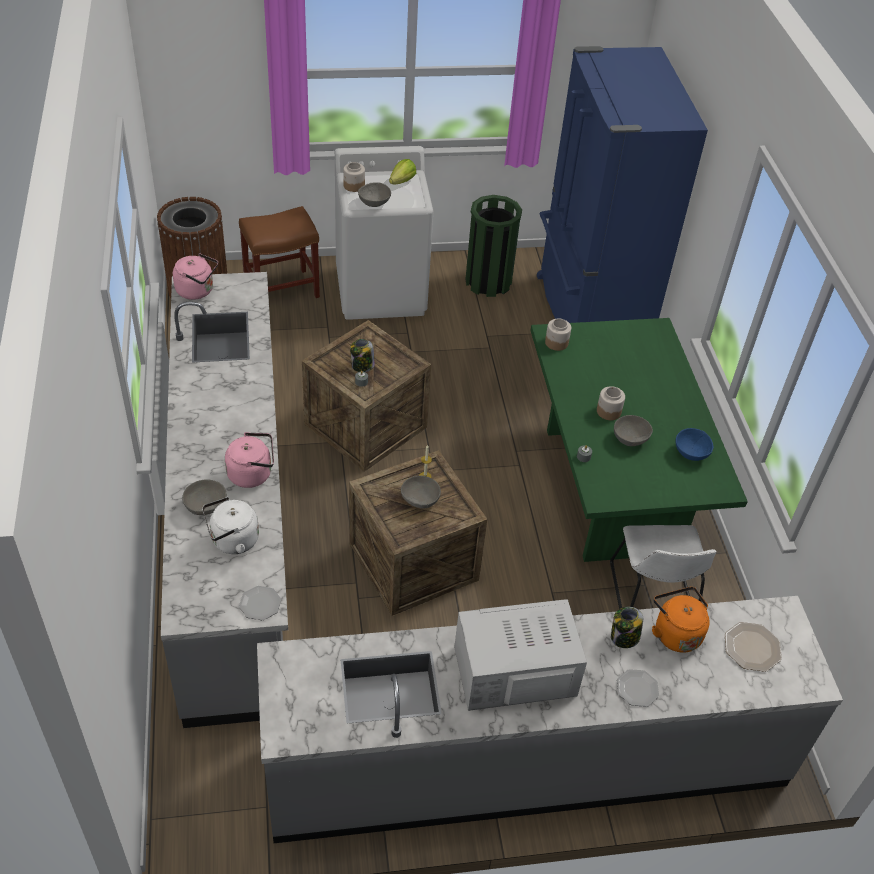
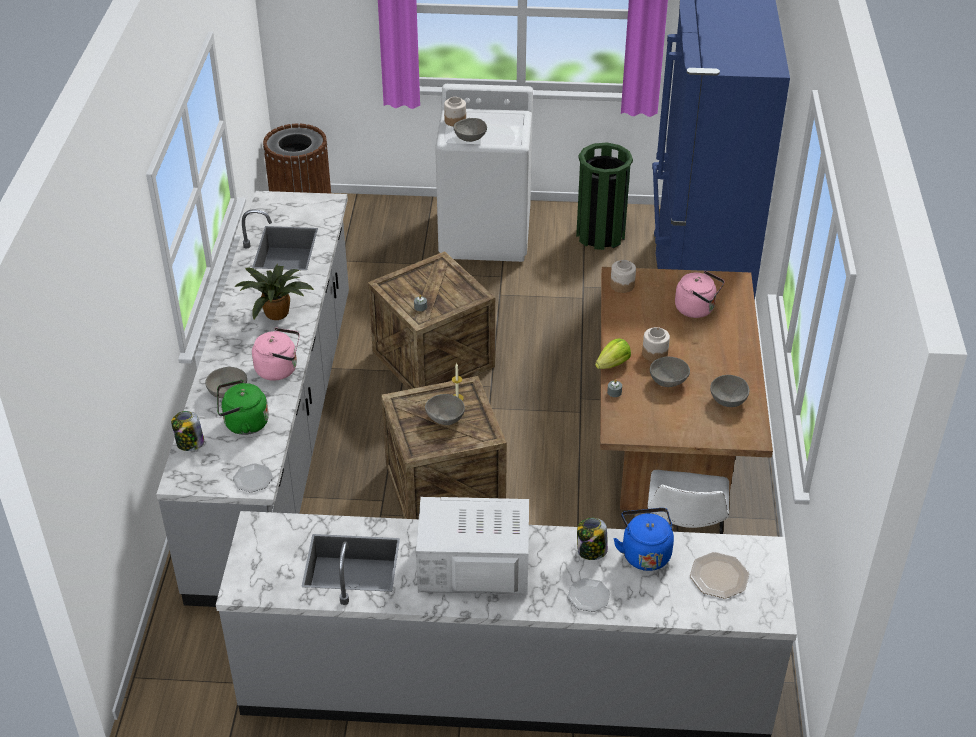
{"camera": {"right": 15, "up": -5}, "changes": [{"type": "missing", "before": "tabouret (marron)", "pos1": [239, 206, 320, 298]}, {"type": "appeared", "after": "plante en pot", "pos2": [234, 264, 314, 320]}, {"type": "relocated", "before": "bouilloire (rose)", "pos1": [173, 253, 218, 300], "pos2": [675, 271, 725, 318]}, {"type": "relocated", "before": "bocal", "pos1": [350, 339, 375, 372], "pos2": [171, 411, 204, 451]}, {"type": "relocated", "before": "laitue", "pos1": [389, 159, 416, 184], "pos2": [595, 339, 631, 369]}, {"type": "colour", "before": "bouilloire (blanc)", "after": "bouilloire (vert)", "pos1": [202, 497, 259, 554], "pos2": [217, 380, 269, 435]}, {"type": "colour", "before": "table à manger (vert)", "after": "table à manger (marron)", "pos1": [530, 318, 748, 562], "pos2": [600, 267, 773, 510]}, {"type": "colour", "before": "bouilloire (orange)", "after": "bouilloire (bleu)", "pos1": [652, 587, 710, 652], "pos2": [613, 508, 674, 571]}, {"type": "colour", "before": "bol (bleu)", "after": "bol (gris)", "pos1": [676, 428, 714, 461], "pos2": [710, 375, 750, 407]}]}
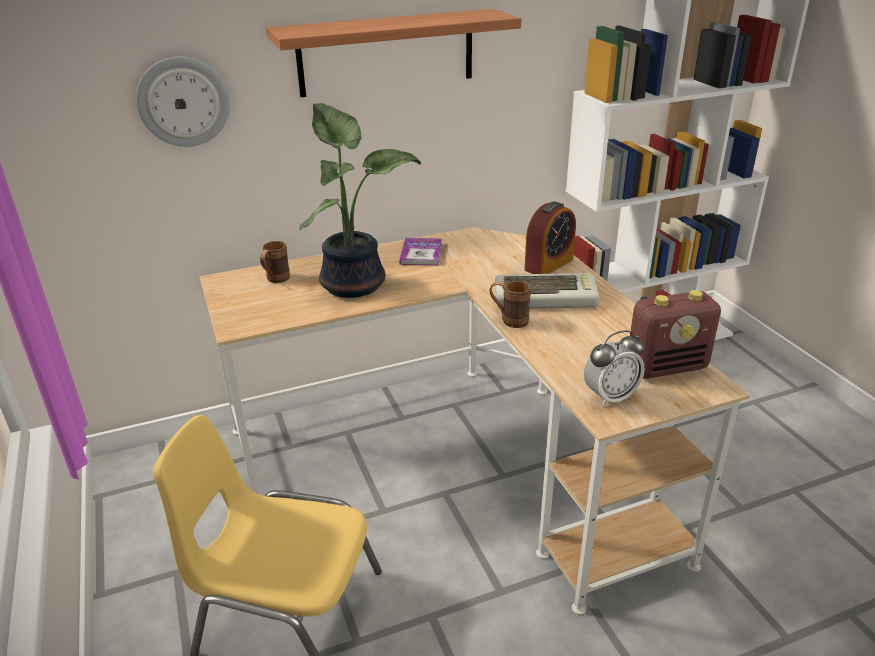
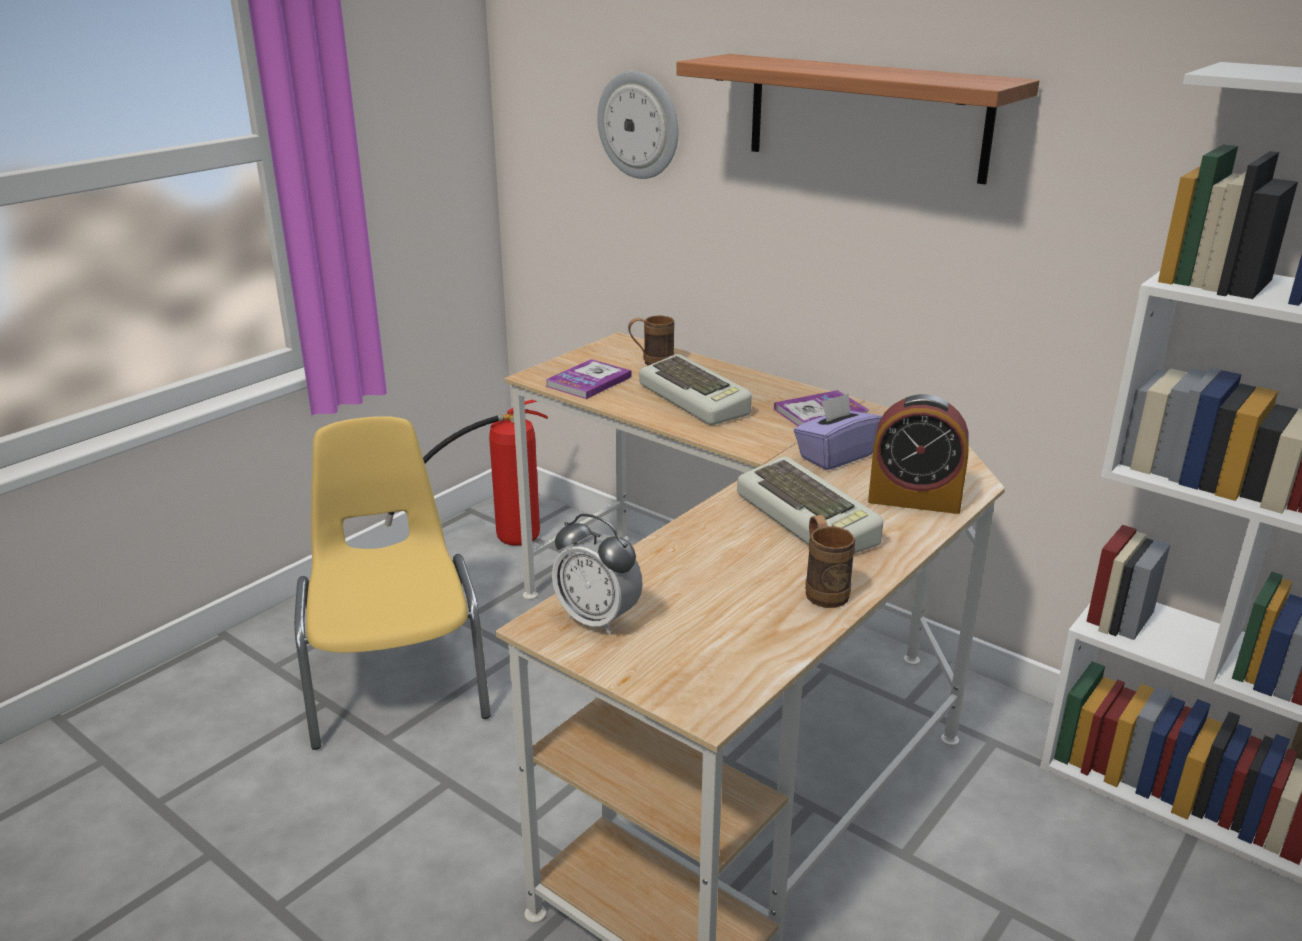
{"camera": {"right": 60, "up": -5}, "changes": [{"type": "missing", "before": "radio", "pos1": [628, 290, 721, 379]}, {"type": "appeared", "after": "extincteur", "pos2": [385, 400, 548, 546]}, {"type": "appeared", "after": "livre", "pos2": [545, 359, 632, 399]}, {"type": "appeared", "after": "boîte à mouchoirs (violet)", "pos2": [794, 393, 882, 470]}, {"type": "relocated", "before": "mug (marron)", "pos1": [490, 281, 531, 328], "pos2": [805, 515, 855, 608]}, {"type": "exchanged", "before": "plante en pot", "after": "clavier", "pos1": [299, 103, 421, 298], "pos2": [639, 354, 752, 425]}]}
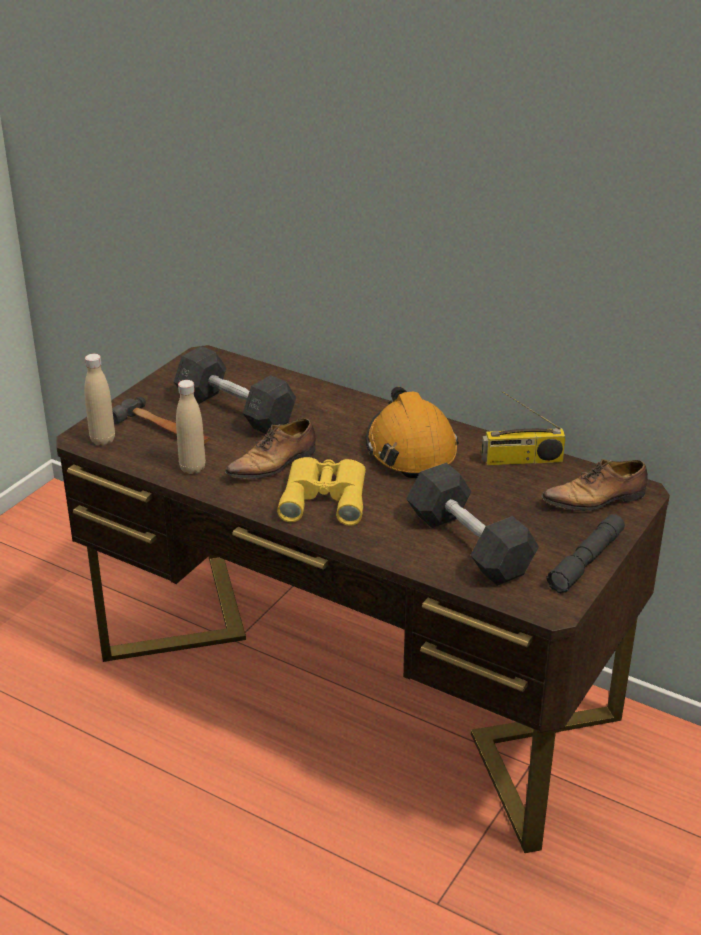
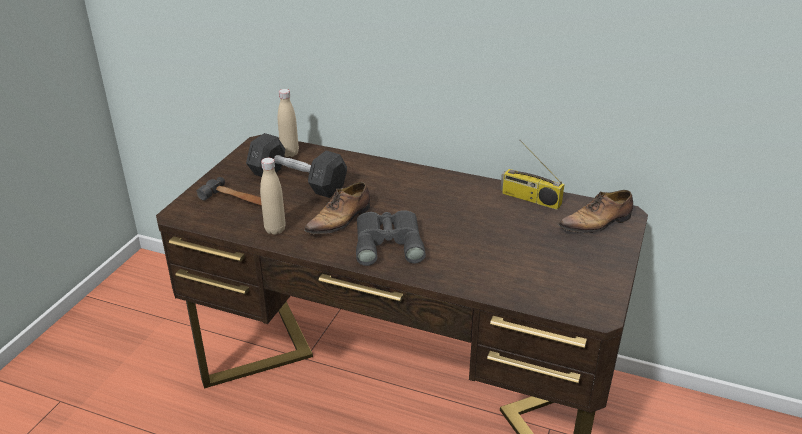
{"camera": {"right": -10, "up": 0}, "changes": [{"type": "missing", "before": "casque de chantier (orange)", "pos1": [366, 387, 459, 478]}, {"type": "missing", "before": "haltère (gris)", "pos1": [407, 463, 539, 586]}, {"type": "missing", "before": "lampe de poche (gris)", "pos1": [547, 514, 625, 593]}, {"type": "relocated", "before": "bouteille (beige)", "pos1": [84, 354, 115, 446], "pos2": [278, 89, 299, 157]}, {"type": "colour", "before": "jumelles (jaune)", "after": "jumelles (gris)", "pos1": [277, 457, 366, 526], "pos2": [356, 210, 426, 266]}, {"type": "spun", "before": "radio", "pos1": [481, 391, 566, 465], "pos2": [500, 140, 564, 210], "turn": 45}]}
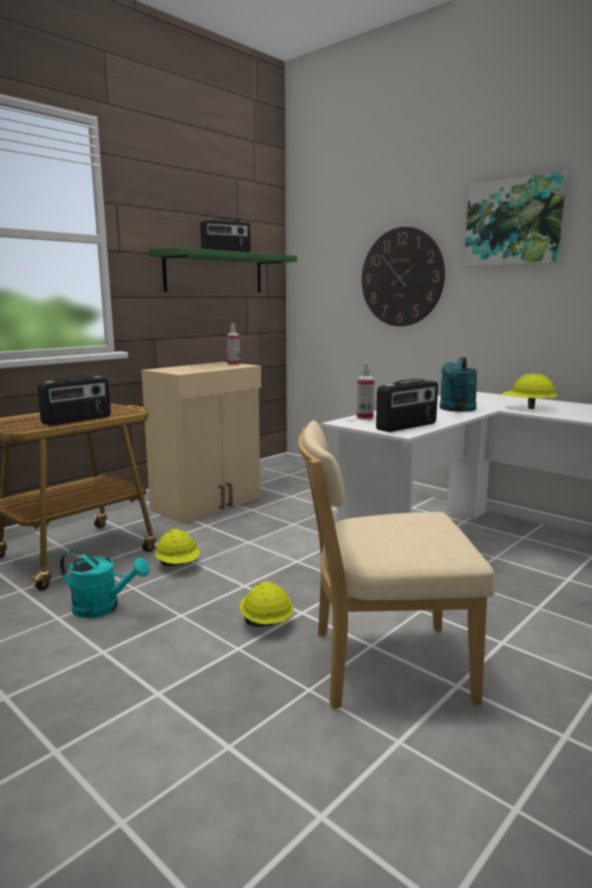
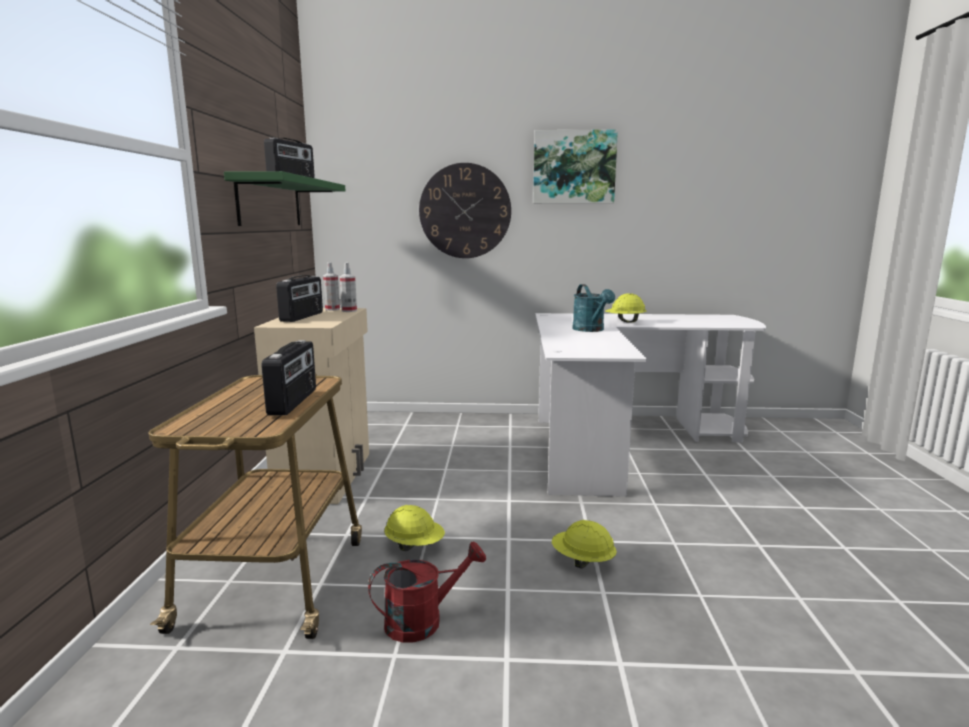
{"camera": {"right": -40, "up": 0}, "changes": [{"type": "missing", "before": "chaise (beige)", "pos1": [298, 420, 495, 709]}, {"type": "relocated", "before": "vaporisateur", "pos1": [357, 363, 375, 420], "pos2": [340, 263, 357, 312]}, {"type": "relocated", "before": "radio", "pos1": [376, 379, 438, 432], "pos2": [276, 275, 323, 322]}, {"type": "colour", "before": "arrosoir (turquoise)", "after": "arrosoir (rouge)", "pos1": [60, 550, 150, 618], "pos2": [368, 542, 486, 643]}]}
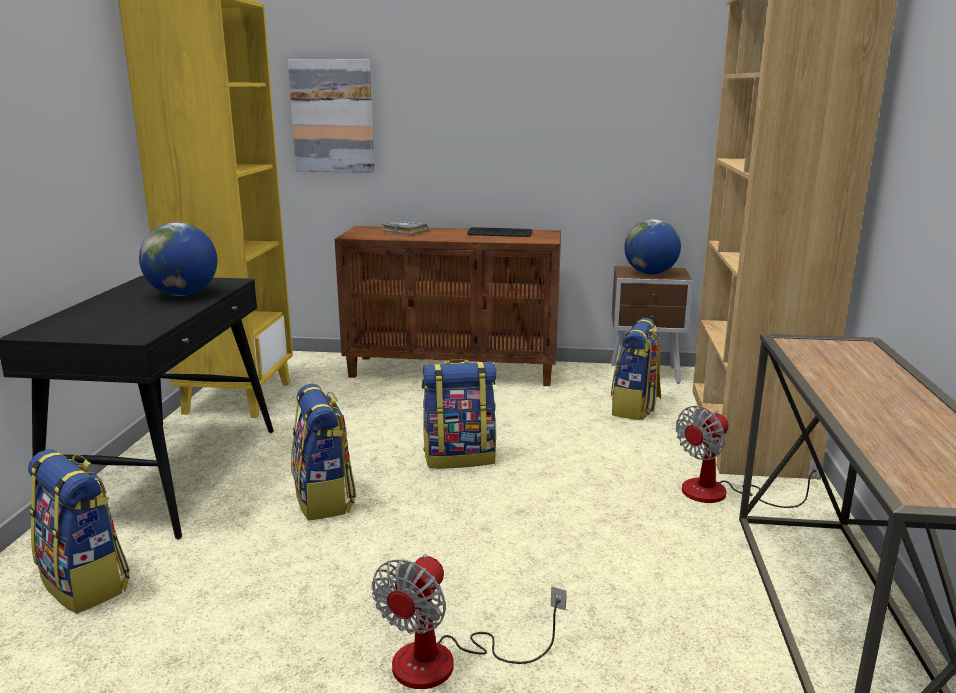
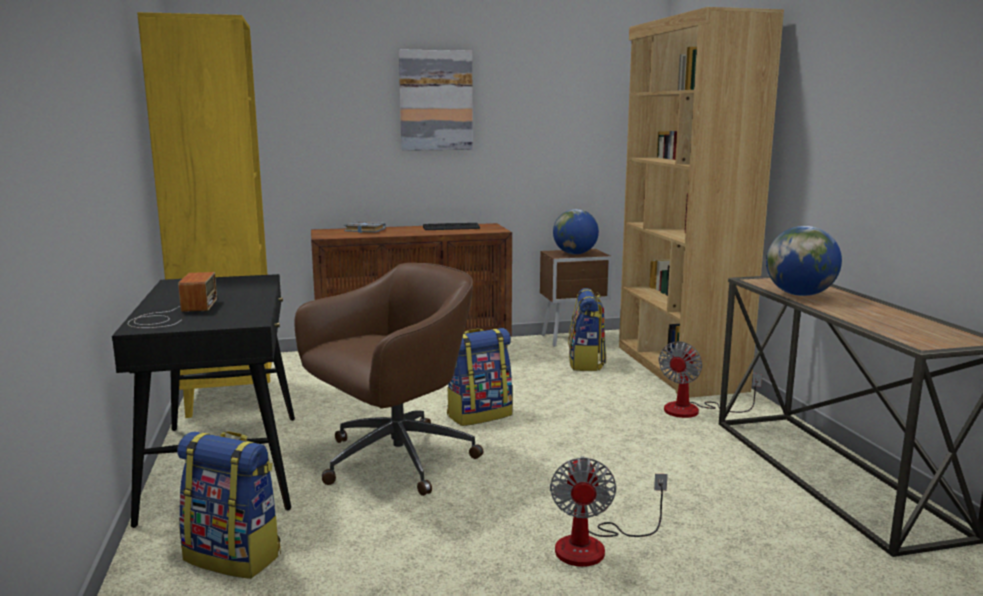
{"camera": {"right": -20, "up": -5}, "changes": [{"type": "appeared", "after": "radio", "pos2": [128, 272, 217, 328]}, {"type": "relocated", "before": "globe", "pos1": [139, 222, 217, 296], "pos2": [766, 226, 842, 296]}, {"type": "relocated", "before": "tableau", "pos1": [288, 59, 374, 173], "pos2": [399, 49, 473, 151]}, {"type": "exchanged", "before": "sac à dos", "after": "chaise de bureau (marron)", "pos1": [291, 384, 357, 520], "pos2": [294, 263, 484, 496]}]}
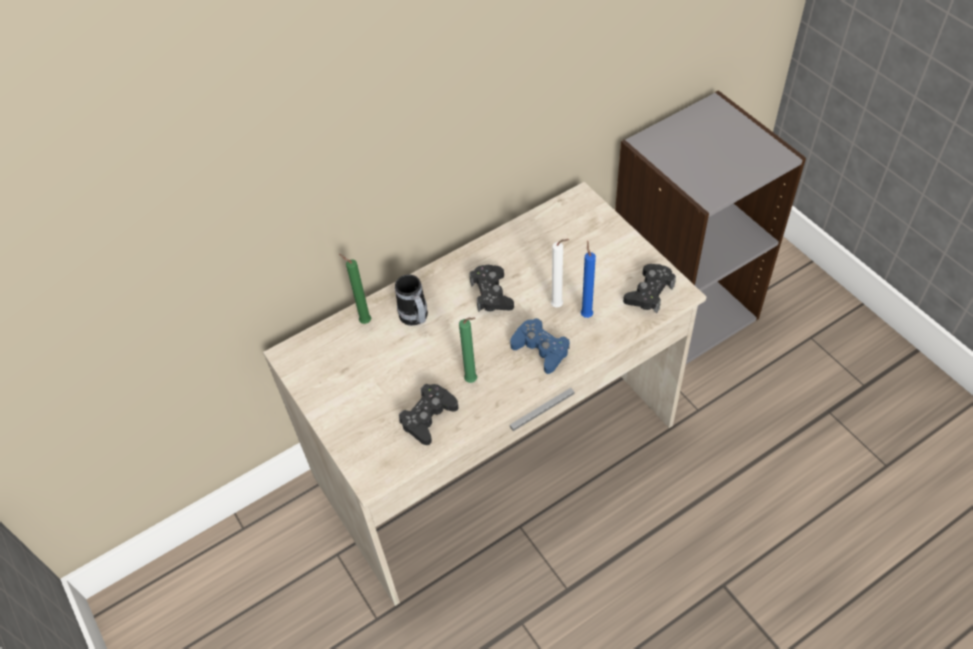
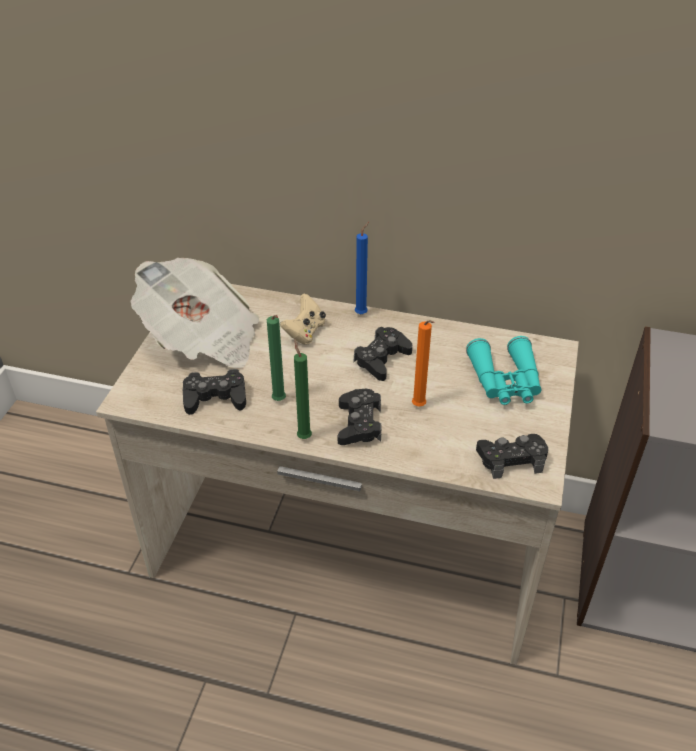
{"camera": {"right": 45, "up": -10}, "changes": [{"type": "appeared", "after": "journal", "pos2": [130, 258, 259, 368]}, {"type": "appeared", "after": "jumelles (turquoise)", "pos2": [466, 336, 542, 405]}, {"type": "relocated", "before": "bougie (vert)", "pos1": [339, 254, 371, 324], "pos2": [294, 339, 312, 439]}, {"type": "relocated", "before": "bougie (bleu)", "pos1": [581, 240, 596, 318], "pos2": [355, 221, 369, 314]}, {"type": "exchanged", "before": "mug", "after": "manette (beige)", "pos1": [395, 275, 428, 326], "pos2": [280, 294, 326, 345]}, {"type": "colour", "before": "manette (bleu)", "after": "manette (noir)", "pos1": [510, 318, 570, 374], "pos2": [338, 389, 382, 445]}, {"type": "colour", "before": "bougie (blanc)", "after": "bougie (orange)", "pos1": [551, 239, 570, 307], "pos2": [412, 320, 435, 407]}]}
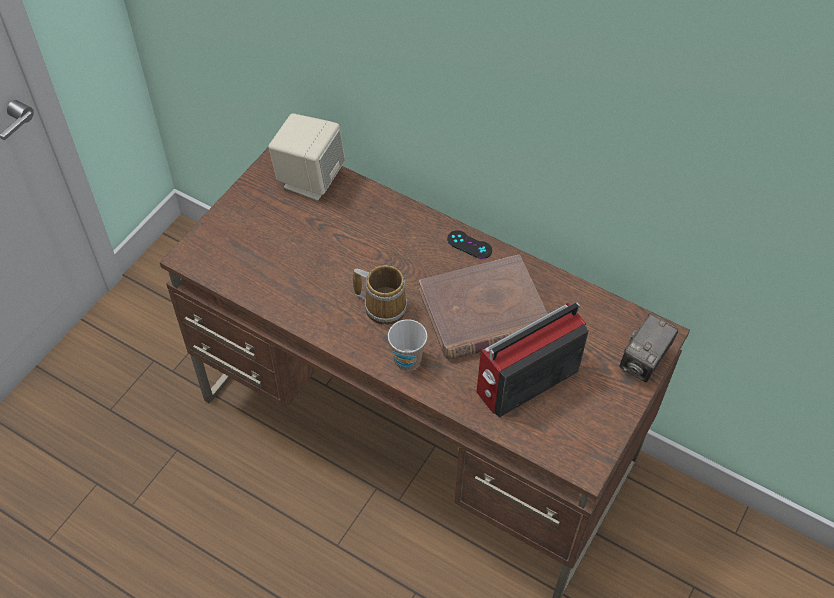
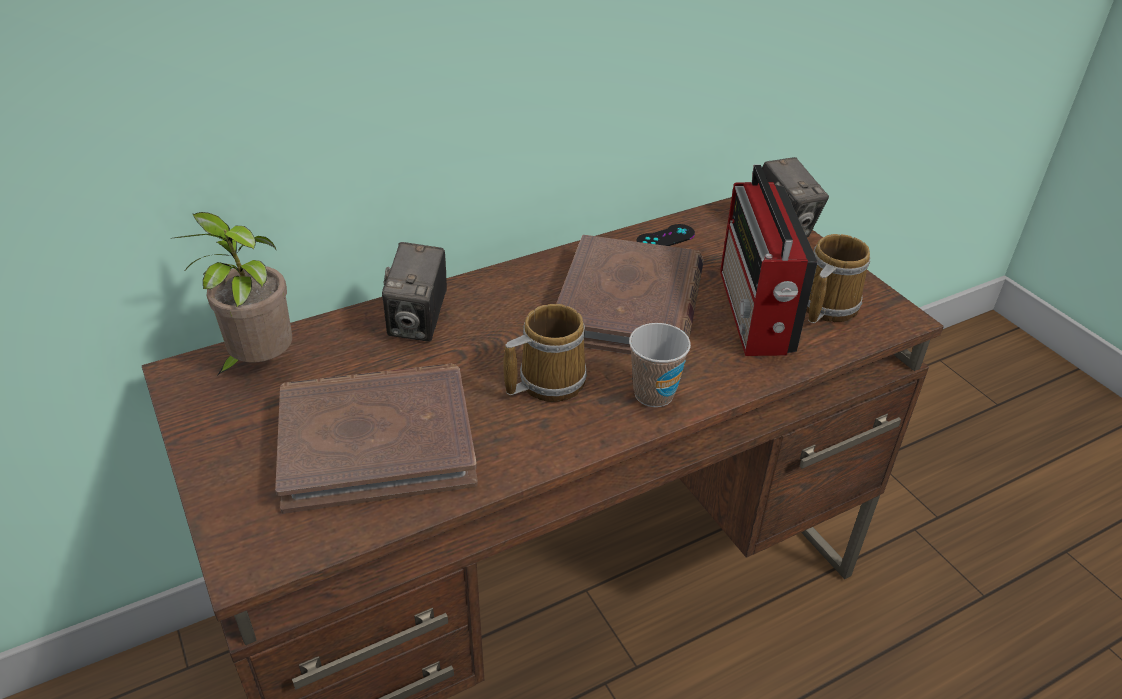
{"camera": {"right": -60, "up": -15}, "changes": [{"type": "appeared", "after": "livre (marron)", "pos2": [275, 363, 478, 514]}, {"type": "appeared", "after": "appareil photo", "pos2": [382, 242, 447, 341]}, {"type": "appeared", "after": "mug", "pos2": [806, 234, 870, 323]}, {"type": "relocated", "before": "manette (noir)", "pos1": [447, 230, 492, 259], "pos2": [636, 224, 695, 246]}, {"type": "exchanged", "before": "enceinte (beige)", "after": "plante en pot", "pos1": [268, 113, 345, 201], "pos2": [170, 212, 292, 375]}]}
